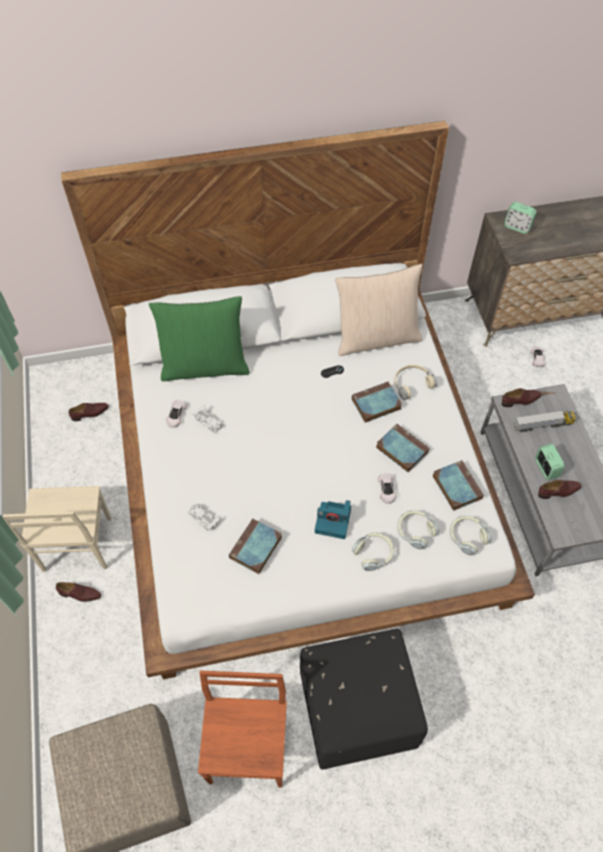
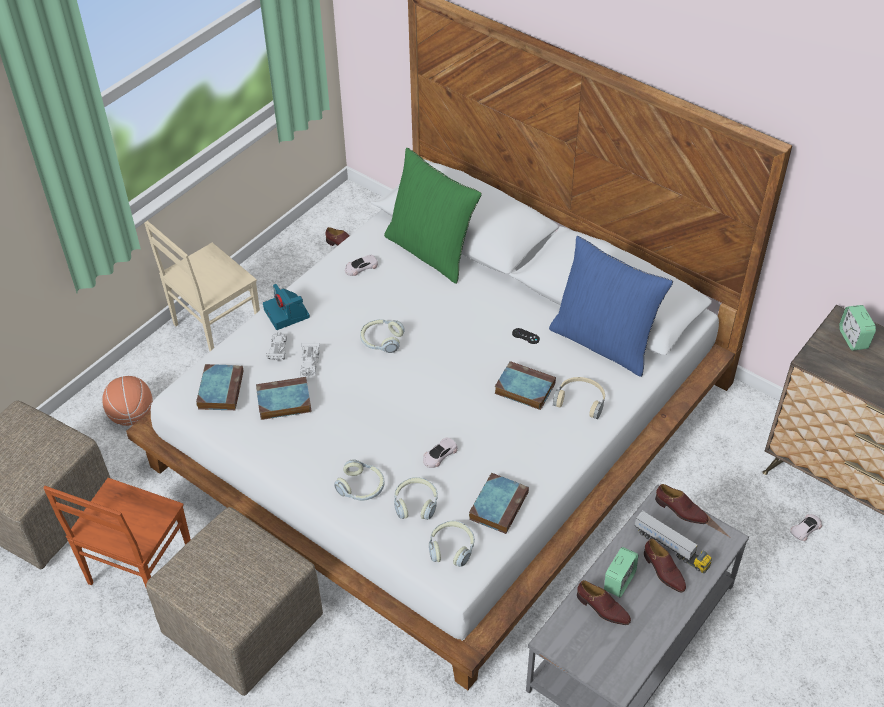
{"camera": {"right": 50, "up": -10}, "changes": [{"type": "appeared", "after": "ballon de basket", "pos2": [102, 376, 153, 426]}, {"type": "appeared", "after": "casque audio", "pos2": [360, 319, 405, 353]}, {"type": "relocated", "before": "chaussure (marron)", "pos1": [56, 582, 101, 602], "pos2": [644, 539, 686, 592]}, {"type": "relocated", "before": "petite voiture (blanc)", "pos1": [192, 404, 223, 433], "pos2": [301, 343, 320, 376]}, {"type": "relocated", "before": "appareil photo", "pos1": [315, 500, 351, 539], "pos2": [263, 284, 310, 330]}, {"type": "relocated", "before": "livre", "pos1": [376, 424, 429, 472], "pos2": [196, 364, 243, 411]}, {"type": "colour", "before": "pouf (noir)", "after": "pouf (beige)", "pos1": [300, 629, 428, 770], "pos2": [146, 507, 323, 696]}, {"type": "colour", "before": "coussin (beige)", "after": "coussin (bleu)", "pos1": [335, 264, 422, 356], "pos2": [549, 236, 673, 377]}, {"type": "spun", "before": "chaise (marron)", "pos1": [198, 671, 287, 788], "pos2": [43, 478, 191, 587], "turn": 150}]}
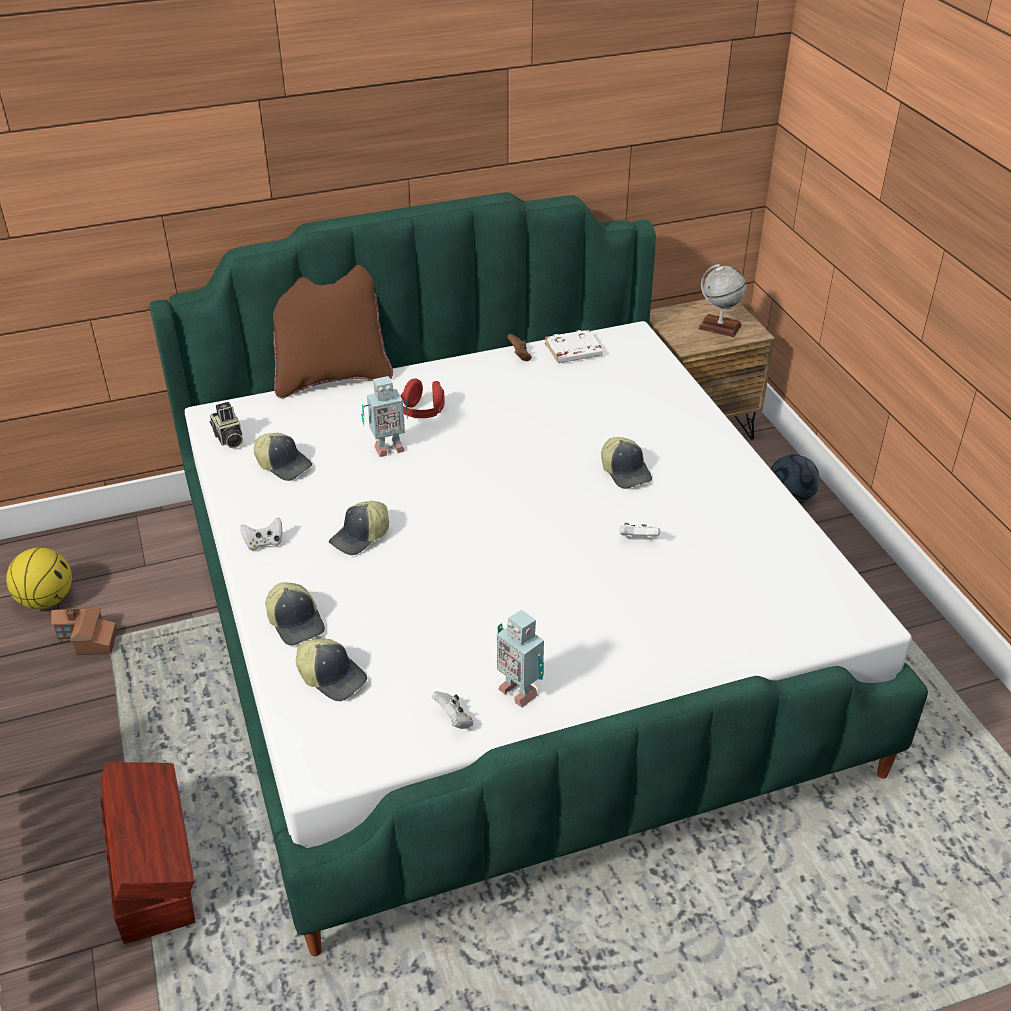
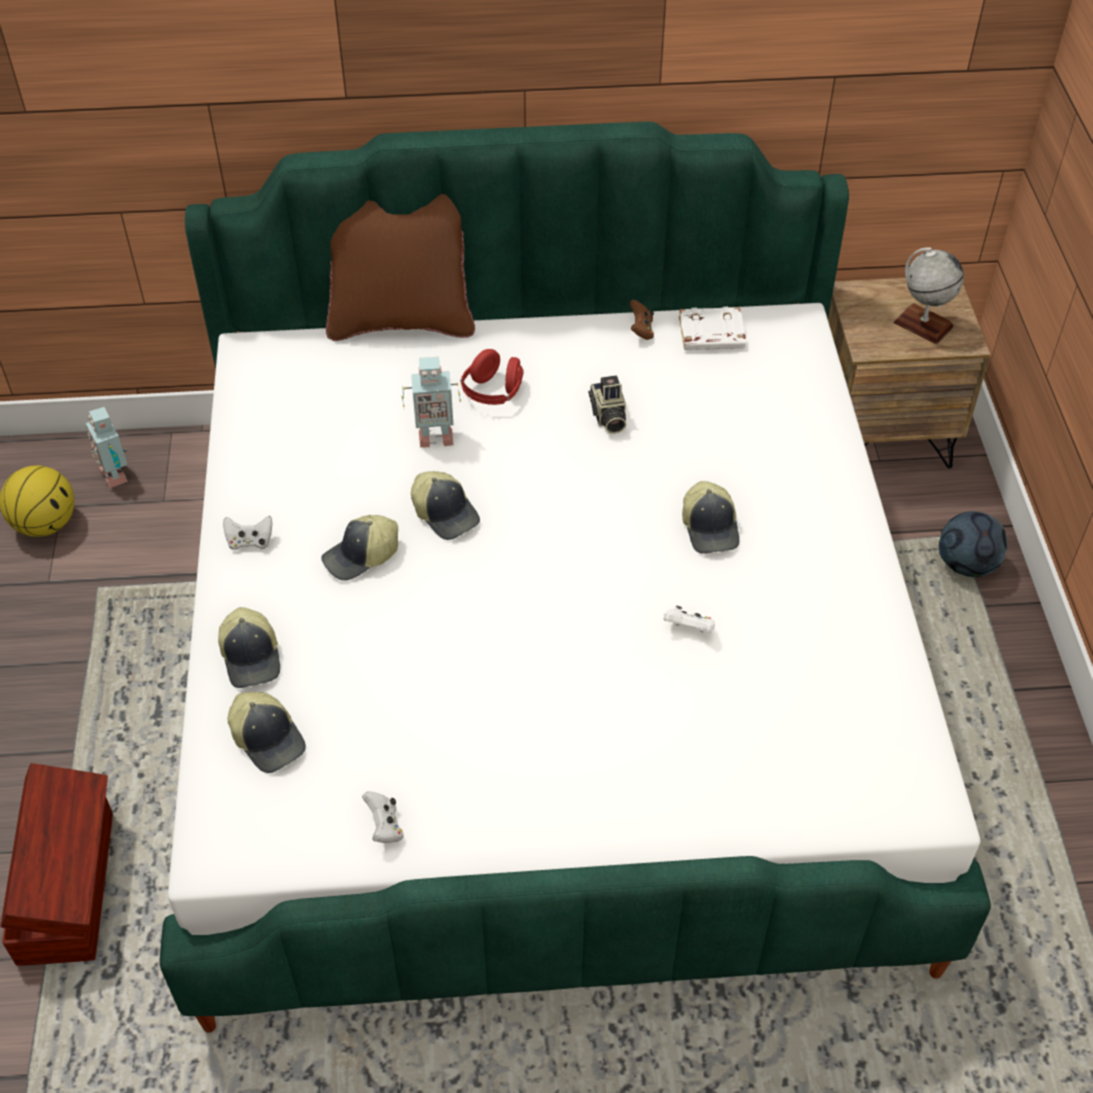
{"camera": {"right": 15, "up": 10}, "changes": [{"type": "missing", "before": "maison miniature", "pos1": [51, 608, 118, 656]}, {"type": "relocated", "before": "appareil photo", "pos1": [210, 402, 243, 448], "pos2": [588, 375, 626, 434]}, {"type": "relocated", "before": "casquette", "pos1": [254, 433, 312, 481], "pos2": [411, 471, 480, 540]}, {"type": "relocated", "before": "robot jouet", "pos1": [497, 610, 544, 707], "pos2": [86, 407, 128, 489]}]}
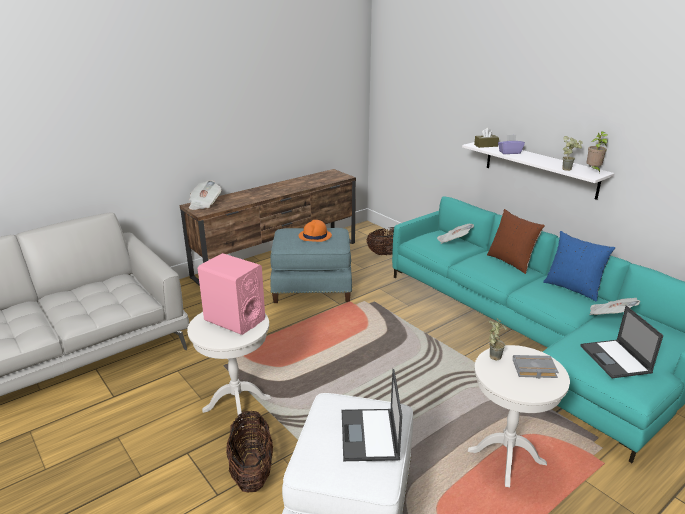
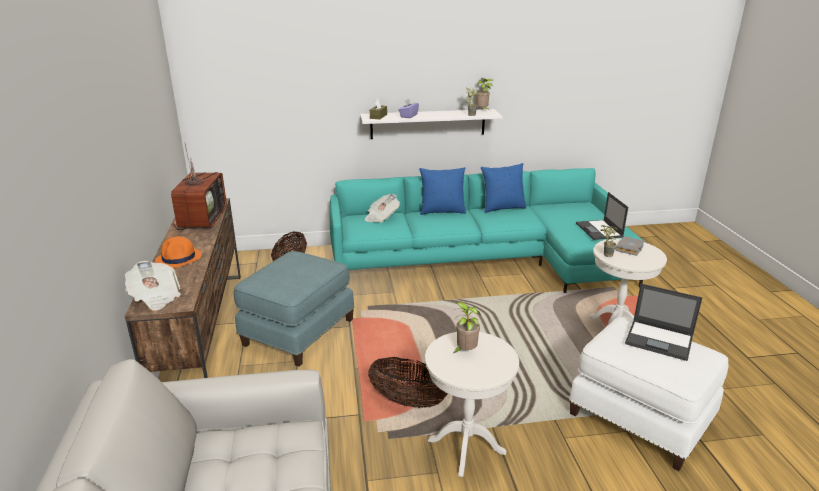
{"camera": {"right": -60, "up": 0}, "changes": [{"type": "missing", "before": "journal", "pos1": [589, 298, 640, 315]}, {"type": "appeared", "after": "téléviseur", "pos2": [171, 143, 227, 230]}, {"type": "relocated", "before": "panier", "pos1": [226, 411, 273, 492], "pos2": [368, 357, 448, 408]}, {"type": "relocated", "before": "chapeau (orange)", "pos1": [299, 220, 332, 242], "pos2": [155, 236, 202, 268]}, {"type": "exchanged", "before": "enceinte (rose)", "after": "plante en pot", "pos1": [198, 253, 265, 335], "pos2": [454, 302, 481, 353]}, {"type": "colour", "before": "coussin (marron)", "after": "coussin (bleu)", "pos1": [487, 209, 545, 274], "pos2": [419, 167, 466, 215]}, {"type": "spun", "before": "ordinateur portable", "pos1": [580, 305, 663, 378], "pos2": [576, 192, 628, 240], "turn": 60}]}
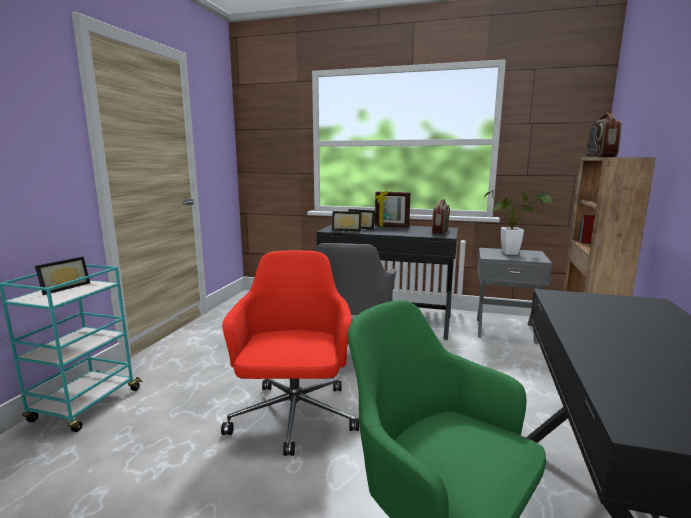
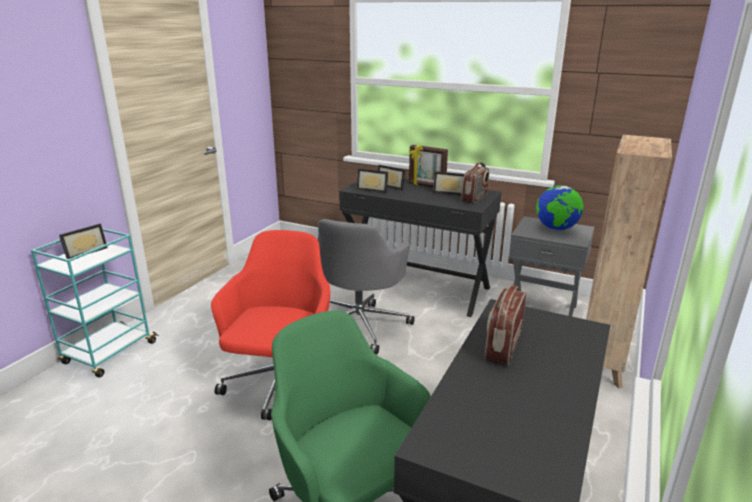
{"camera": {"right": 10, "up": 10}, "changes": [{"type": "appeared", "after": "cadre photo", "pos2": [433, 172, 464, 195]}, {"type": "relocated", "before": "radio", "pos1": [586, 113, 622, 157], "pos2": [485, 285, 526, 366]}, {"type": "exchanged", "before": "plante en pot", "after": "globe", "pos1": [484, 189, 552, 255], "pos2": [536, 185, 584, 230]}]}
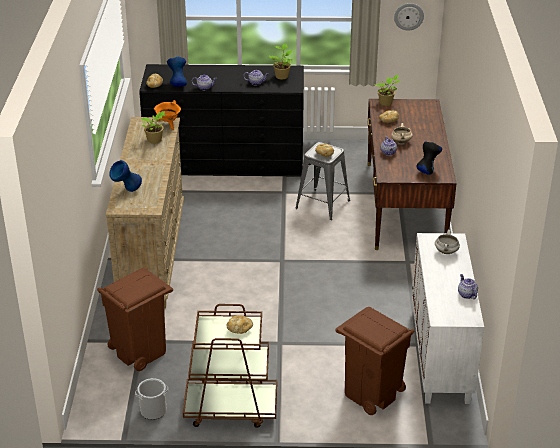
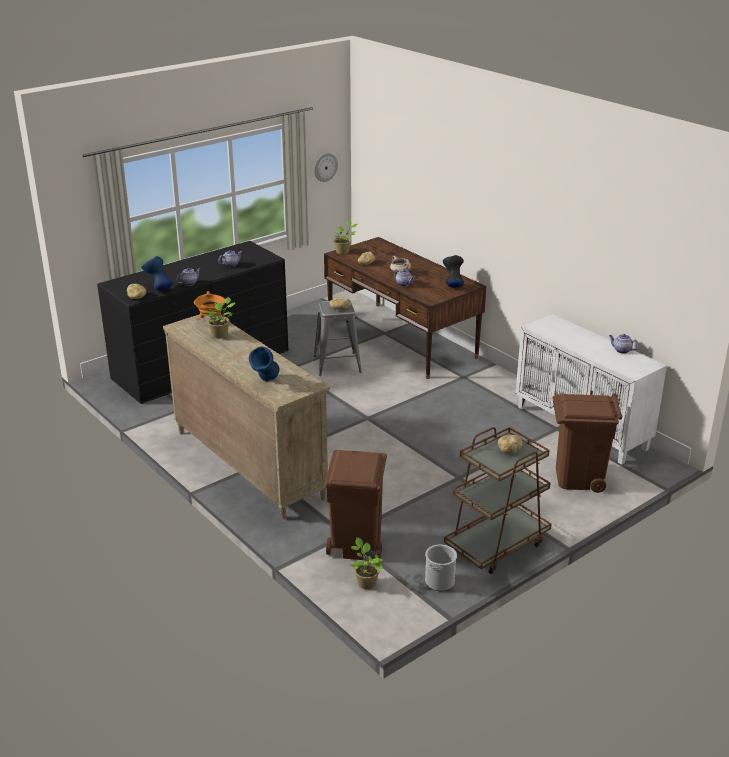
{"camera": {"right": -40, "up": -5}, "changes": [{"type": "missing", "before": "marmite (blanc)", "pos1": [435, 230, 460, 254]}, {"type": "relocated", "before": "plante en pot", "pos1": [269, 43, 293, 79], "pos2": [350, 537, 383, 590]}]}
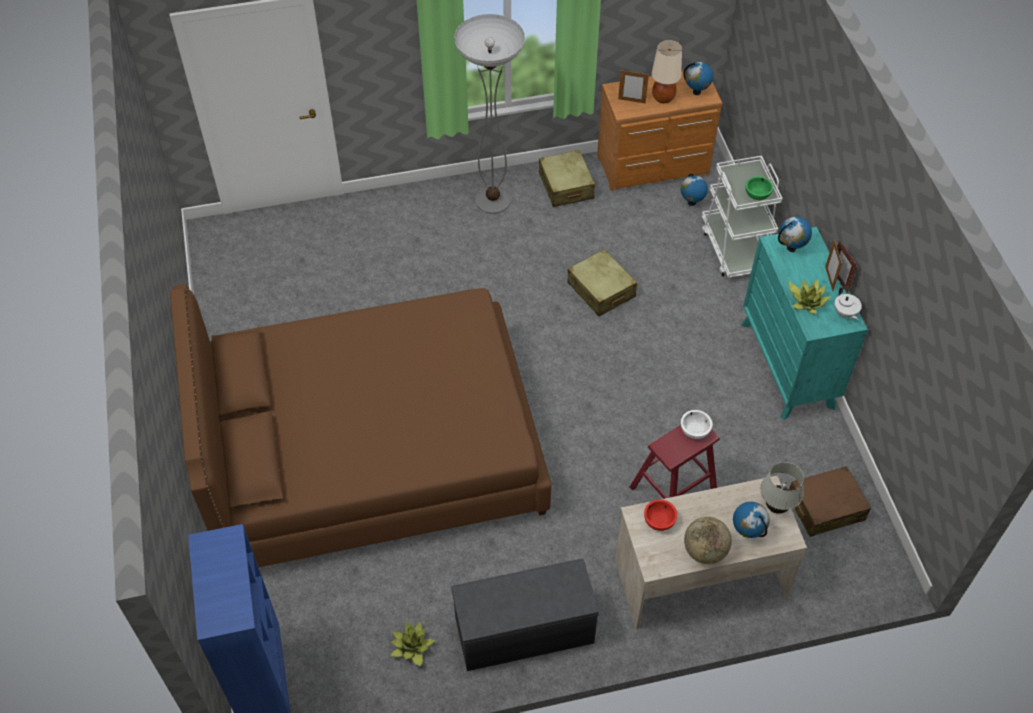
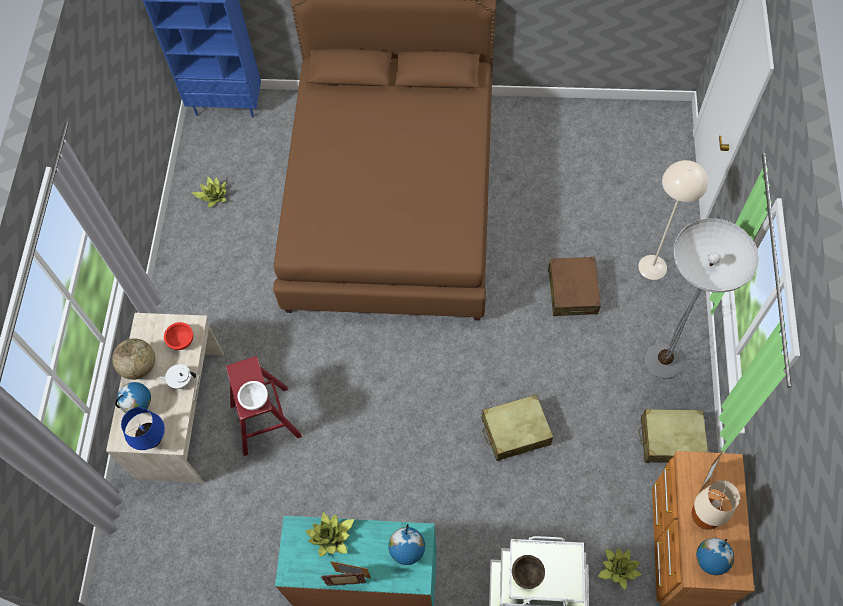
{"camera": {"right": 110, "up": 10}, "changes": [{"type": "missing", "before": "banc (gris)", "pos1": [451, 559, 599, 671]}, {"type": "appeared", "after": "lampadaire (beige)", "pos2": [638, 160, 708, 280]}, {"type": "relocated", "before": "valise (marron)", "pos1": [789, 466, 871, 537], "pos2": [548, 257, 601, 316]}, {"type": "relocated", "before": "théière (blanc)", "pos1": [834, 287, 862, 320], "pos2": [158, 364, 196, 389]}, {"type": "exchanged", "before": "globe", "after": "plante en pot", "pos1": [681, 174, 708, 206], "pos2": [598, 548, 642, 590]}, {"type": "colour", "before": "bol (vert)", "after": "bol (marron)", "pos1": [746, 176, 773, 200], "pos2": [512, 555, 545, 589]}, {"type": "colour", "before": "lampe de table (blanc)", "after": "lampe de table (bleu)", "pos1": [760, 462, 804, 514], "pos2": [121, 407, 165, 450]}]}
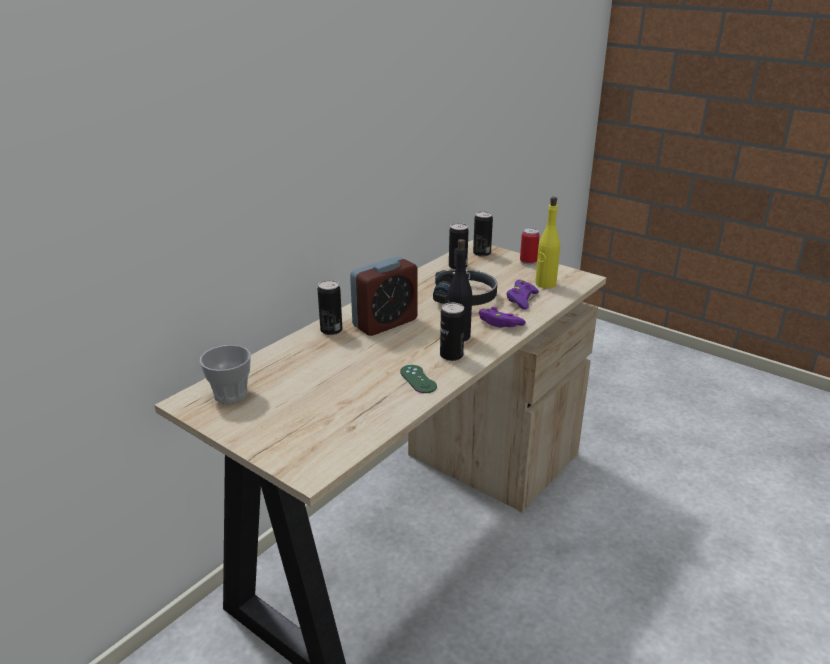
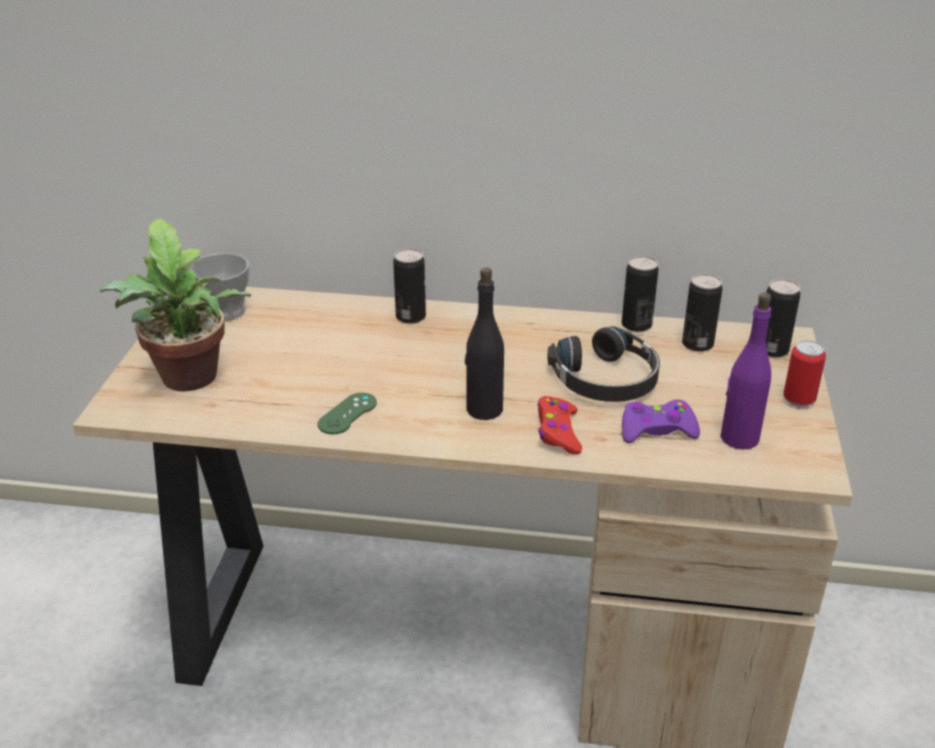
{"camera": {"right": 60, "up": 5}, "changes": [{"type": "missing", "before": "réveil", "pos1": [350, 256, 417, 336]}, {"type": "appeared", "after": "plante en pot", "pos2": [100, 219, 251, 391]}, {"type": "relocated", "before": "boîte métallique", "pos1": [440, 303, 465, 361], "pos2": [622, 256, 659, 332]}, {"type": "colour", "before": "manette (violet)", "after": "manette (rouge)", "pos1": [479, 307, 526, 328], "pos2": [538, 396, 582, 454]}, {"type": "colour", "before": "bouteille (jaune)", "after": "bouteille (violet)", "pos1": [535, 197, 560, 288], "pos2": [720, 293, 772, 450]}]}
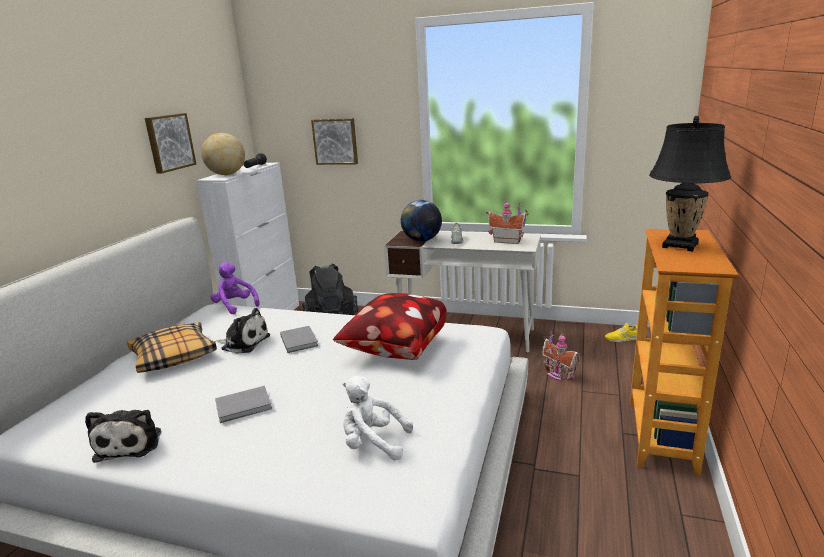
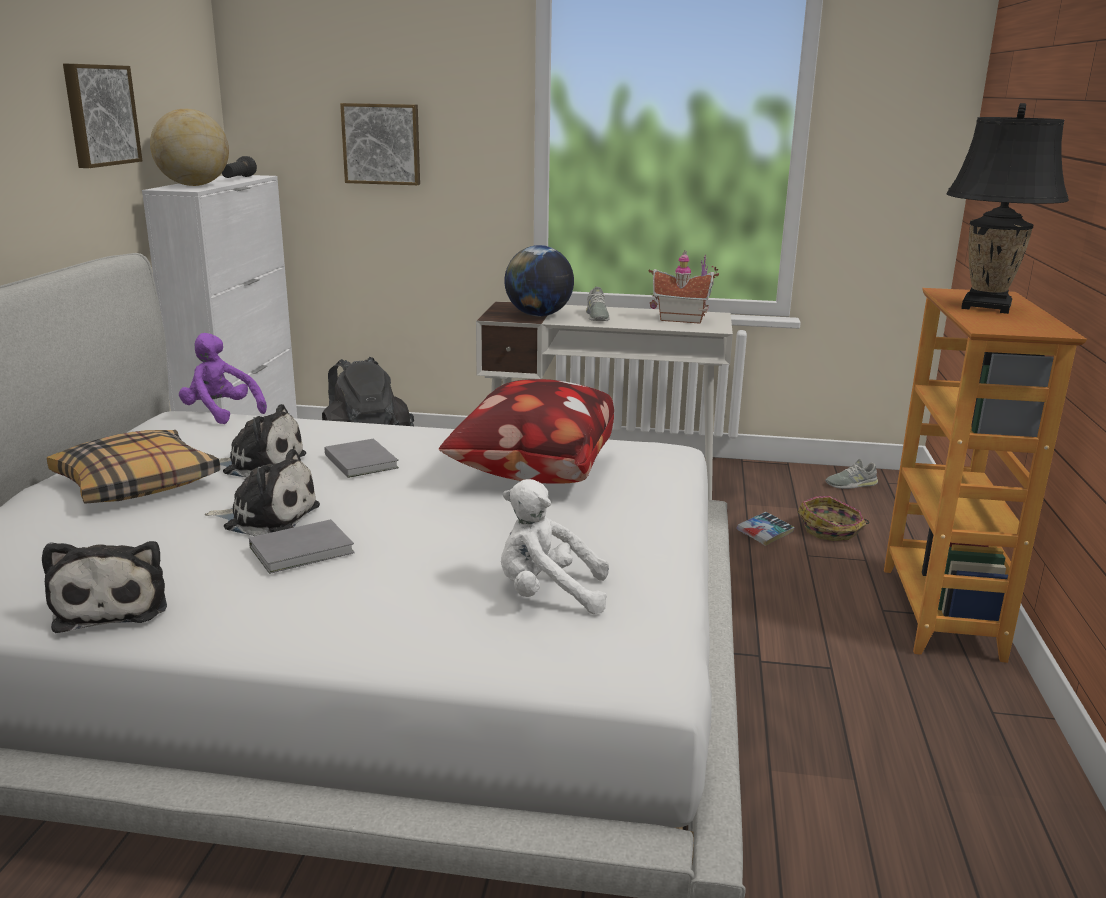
{"camera": {"right": -10, "up": 0}, "changes": [{"type": "appeared", "after": "peluche", "pos2": [205, 449, 320, 536]}, {"type": "appeared", "after": "panier", "pos2": [798, 496, 869, 541]}, {"type": "exchanged", "before": "maison miniature", "after": "livre", "pos1": [542, 331, 580, 381], "pos2": [737, 512, 795, 546]}, {"type": "colour", "before": "chaussure (jaune)", "after": "chaussure (gris)", "pos1": [605, 323, 638, 342], "pos2": [825, 459, 878, 489]}]}
